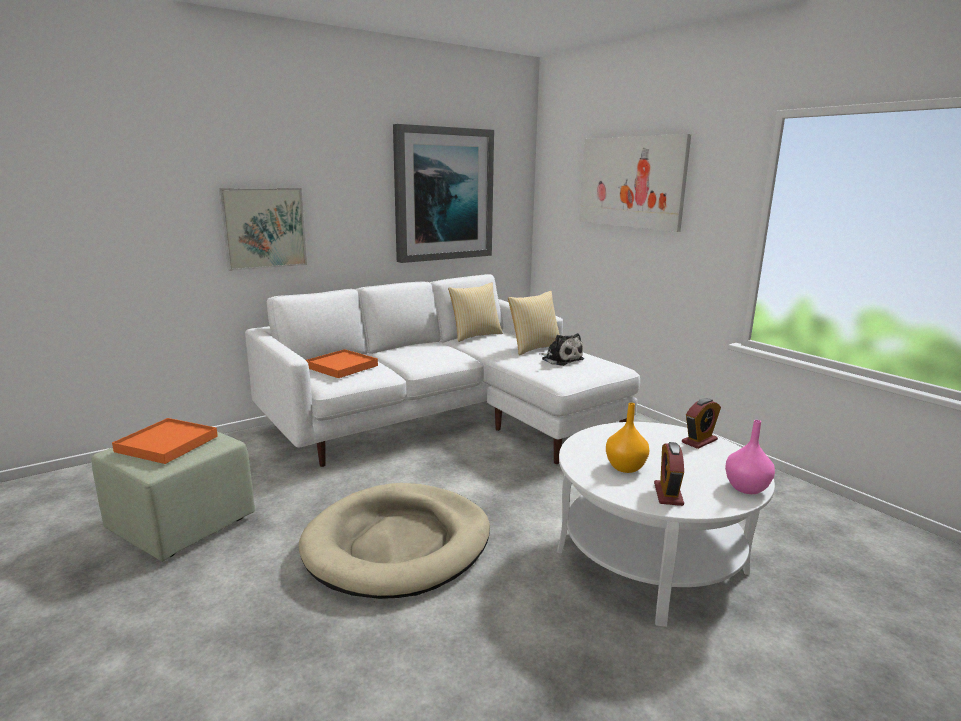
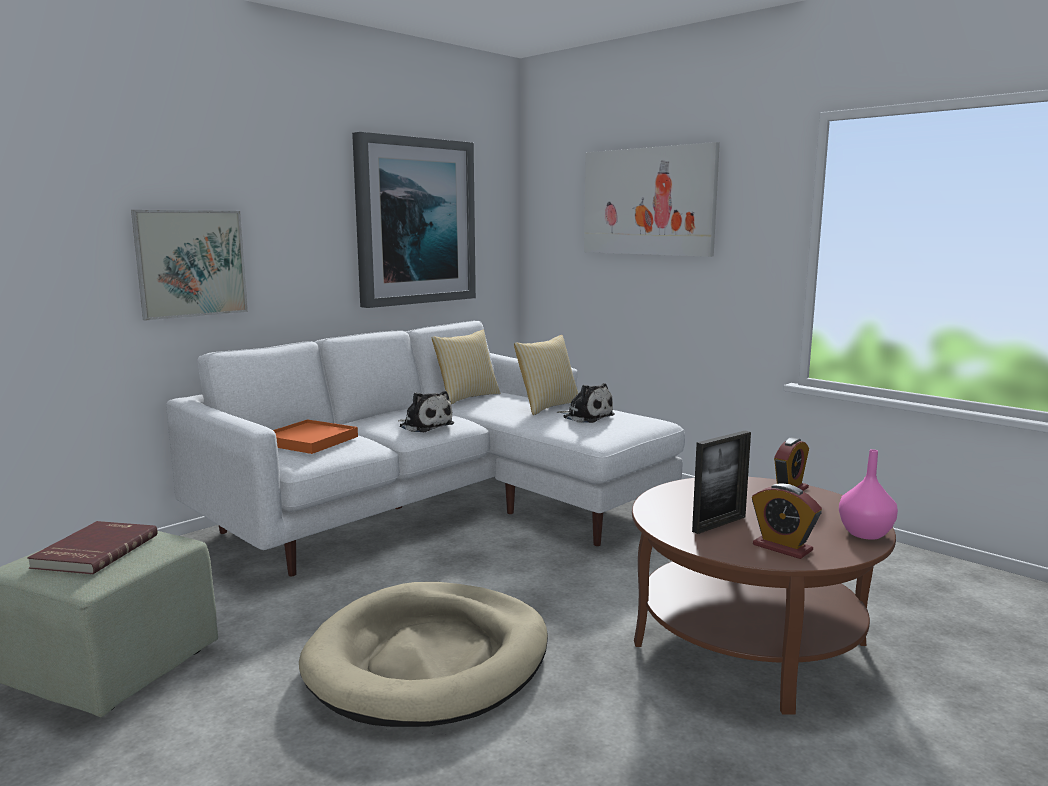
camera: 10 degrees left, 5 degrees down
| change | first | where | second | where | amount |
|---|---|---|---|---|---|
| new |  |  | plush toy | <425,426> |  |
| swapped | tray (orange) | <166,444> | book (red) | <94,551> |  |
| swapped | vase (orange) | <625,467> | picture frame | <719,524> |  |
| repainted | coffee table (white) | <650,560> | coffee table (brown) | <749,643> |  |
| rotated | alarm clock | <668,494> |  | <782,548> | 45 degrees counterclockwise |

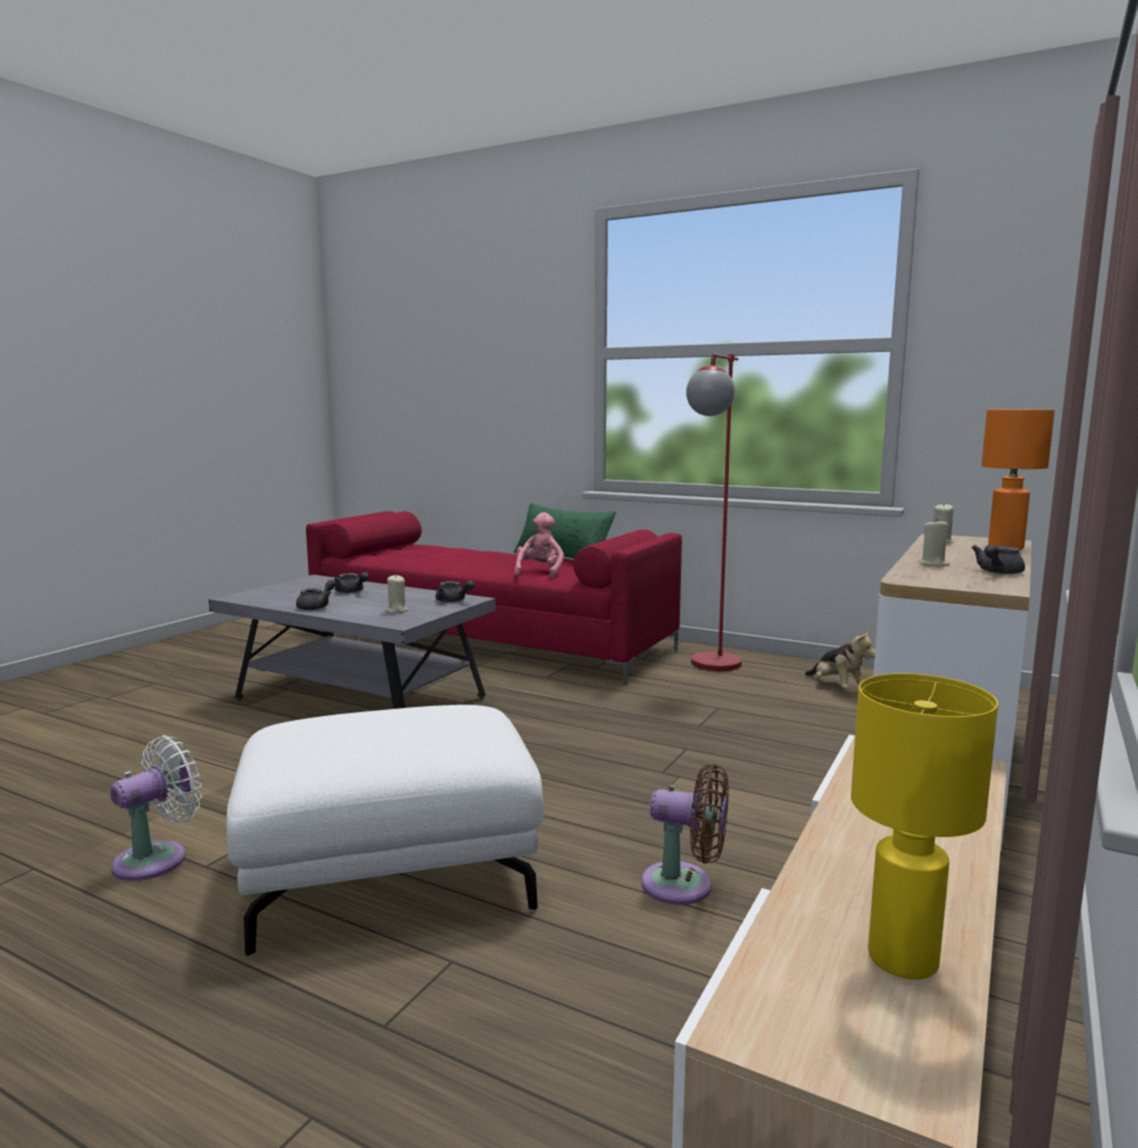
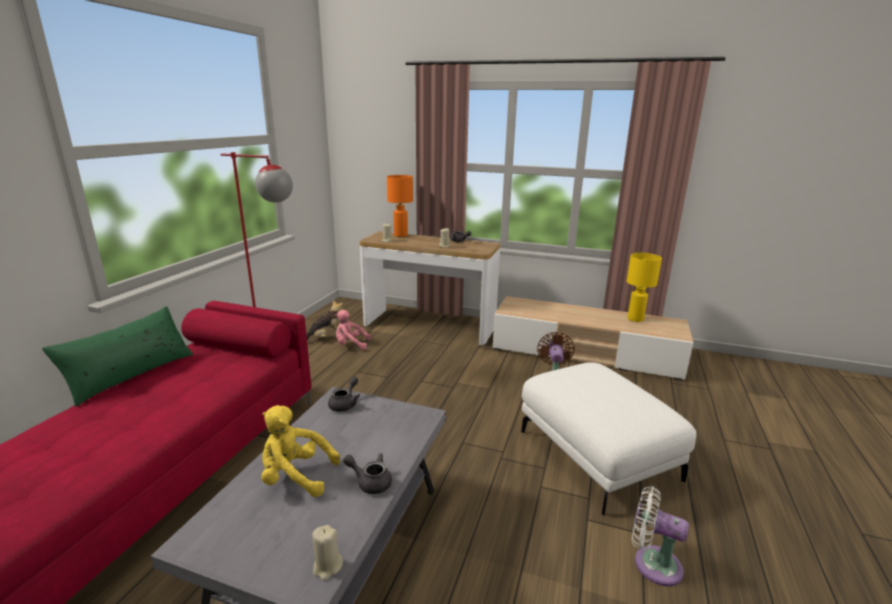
camera: 100 degrees left, 10 degrees up
| change | first | where | second | where | amount |
|---|---|---|---|---|---|
| shifted | candle (beige) | <396,611> |  | <327,567> |  |
| shifted | plush toy (pink) | <540,573> |  | <351,345> |  |
| swapped | teapot (grey) | <351,592> | plush toy (yellow) | <295,477> |  |

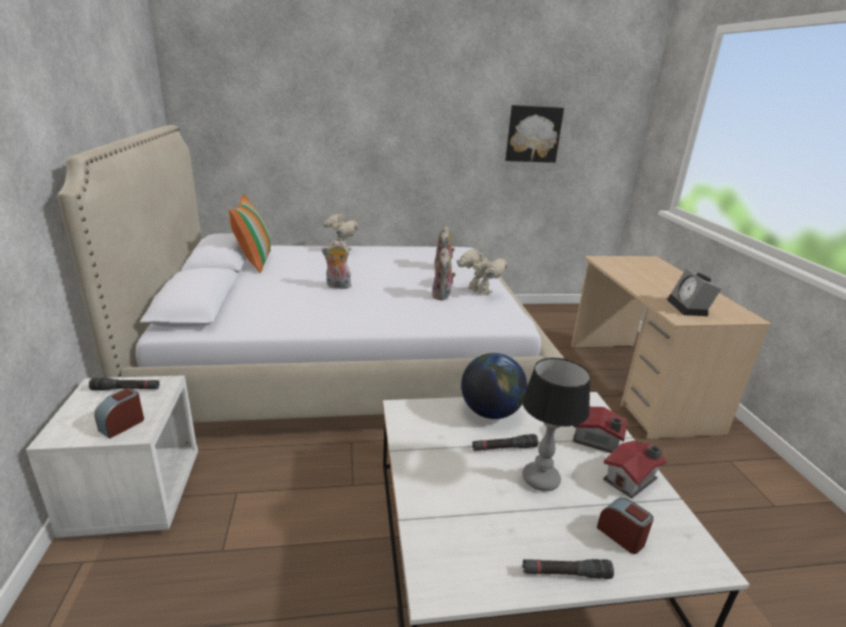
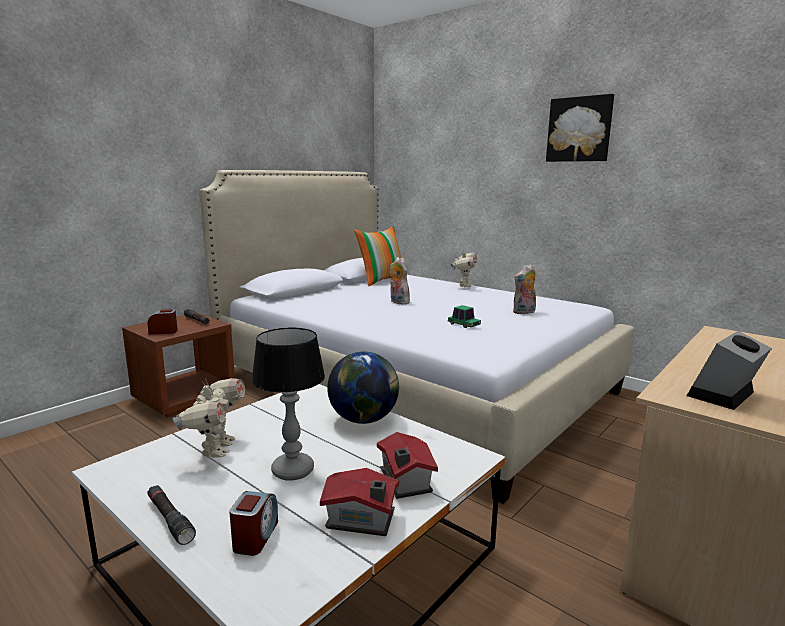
camera: 50 degrees right, 10 degrees down
| change | first | where | second | where | amount |
|---|---|---|---|---|---|
| gone | flashlight (black) | <504,448> |  |  |  |
| shifted | toy robot | <479,292> |  | <216,449> |  |
| shifted | picture | <533,134> |  | <579,129> |  |
| swapped | plush toy | <442,296> | toy car | <463,325> |  |
| repainted | nightstand (white) | <135,495> | nightstand (brown) | <185,397> |  |

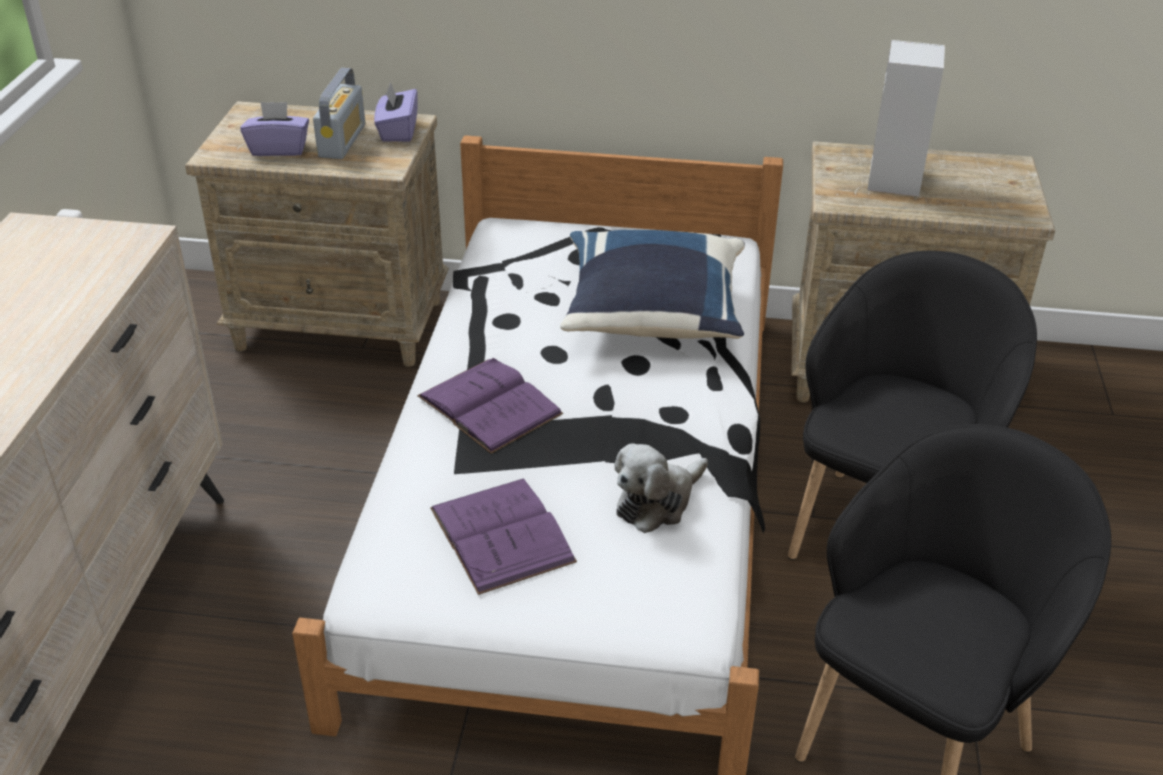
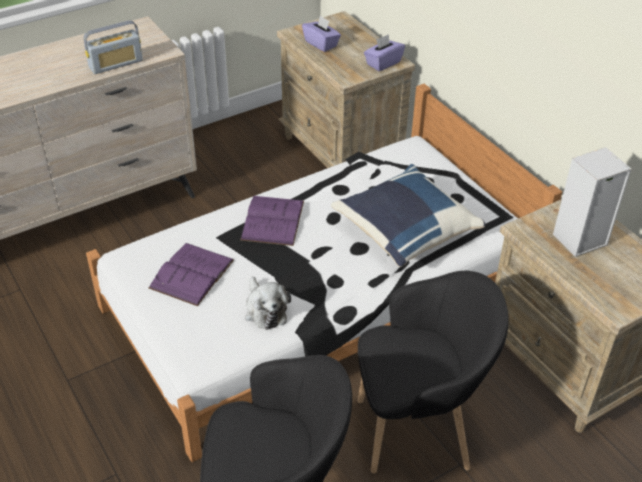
camera: 50 degrees right, 5 degrees up
| change | first | where | second | where | amount |
|---|---|---|---|---|---|
| shifted | radio | <342,141> |  | <116,64> |  |
| rotated | plush toy | <657,502> |  | <265,310> | 120 degrees counterclockwise |

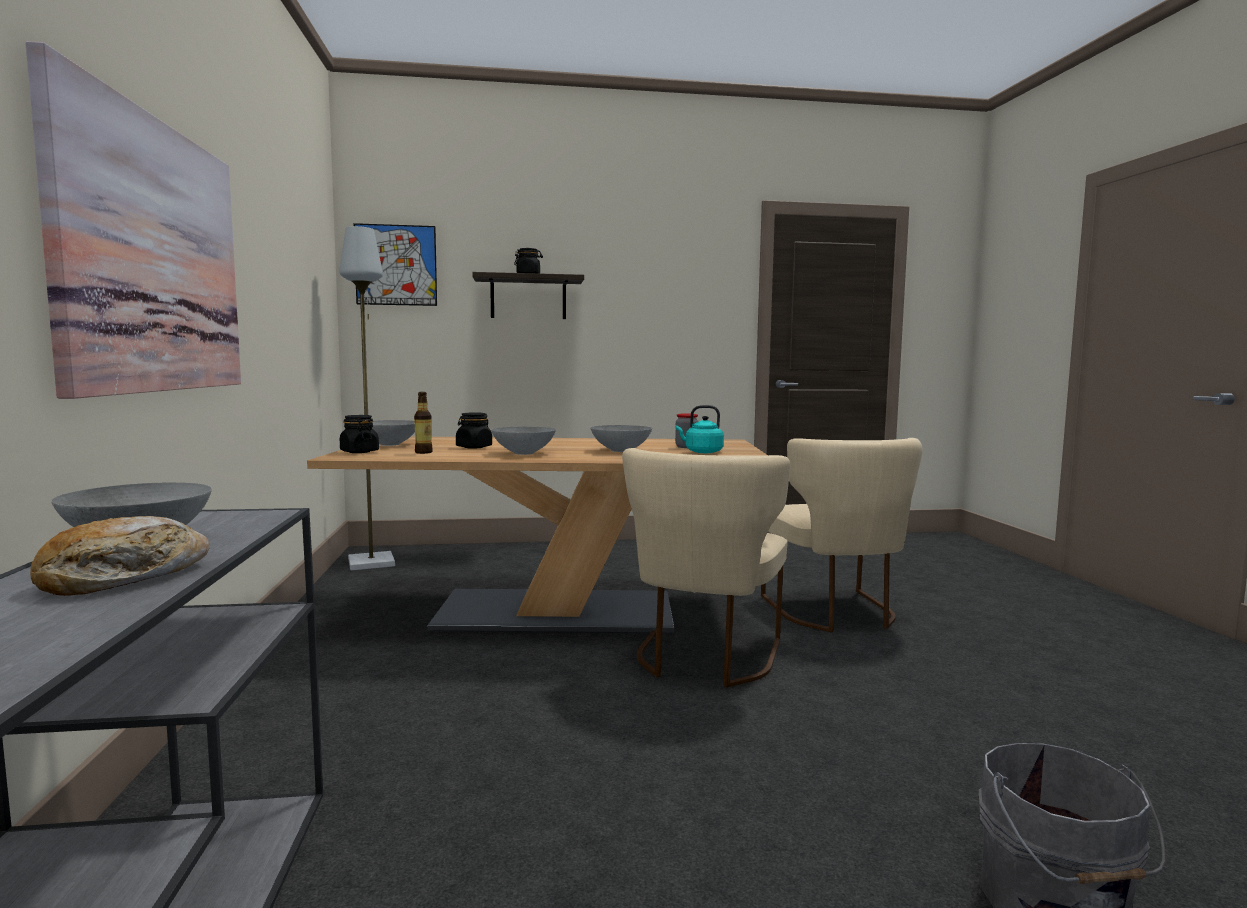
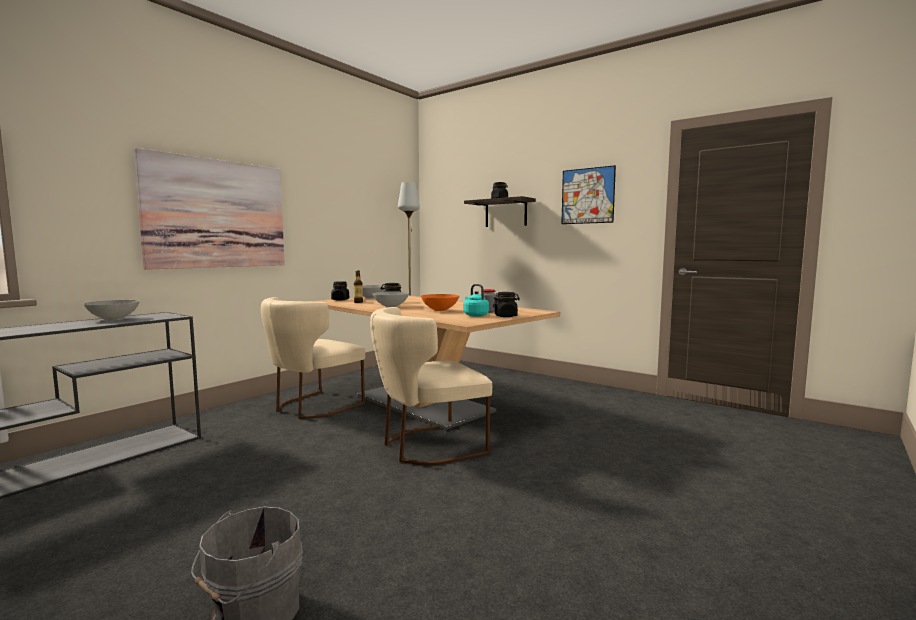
camera: 45 degrees right, 0 degrees up
| change | first | where | second | where | amount |
|---|---|---|---|---|---|
| gone | bread | <124,577> |  |  |  |
| new |  |  | jar (black) | <506,316> |  |
| shifted | picture | <396,265> |  | <587,196> |  |
| shifted | chair (beige) | <836,613> |  | <312,407> |  |
| repainted | bowl (grey) | <621,450> | bowl (orange) | <440,310> |  |

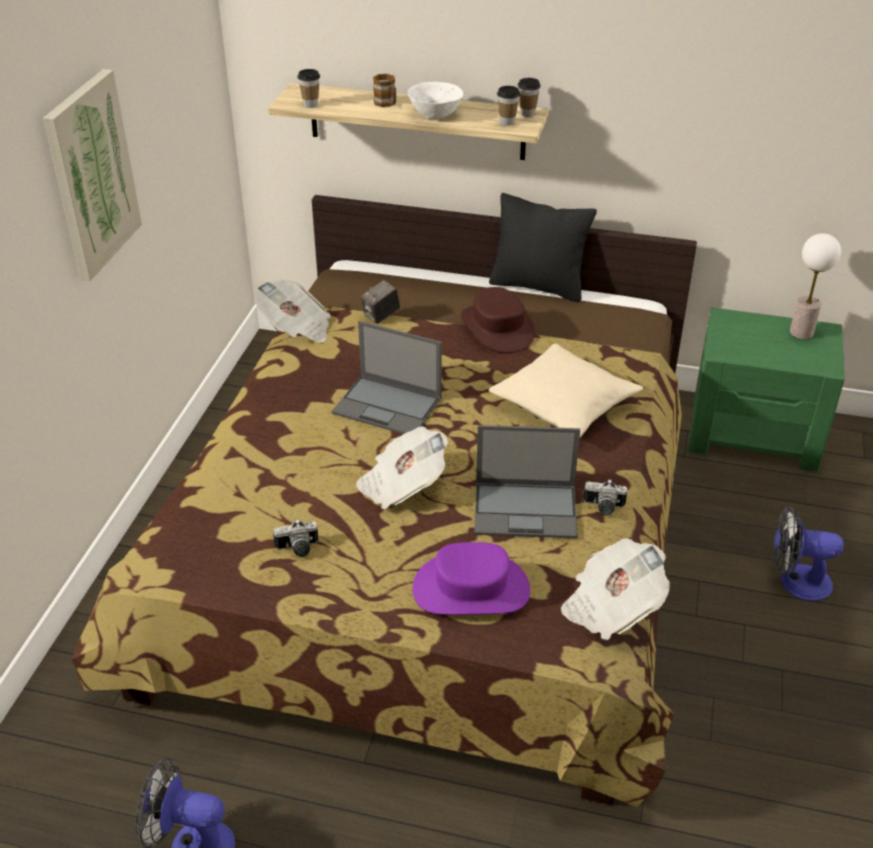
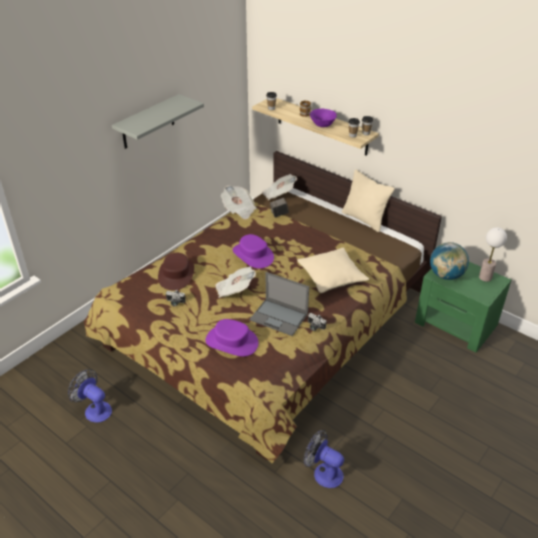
camera: 25 degrees right, 0 degrees up
| change | first | where | second | where | amount |
|---|---|---|---|---|---|
| new |  |  | globe | <446,275> |  |
| shifted | hat (brown) | <498,327> |  | <176,274> |  |
| shifted | newspaper | <611,606> |  | <278,194> |  |
| shifted | fan | <796,581> |  | <323,472> |  |
| swapped | picture | <91,175> | shelf (grey) | <148,122> |  |
| swapped | laptop | <388,406> | hat (purple) | <253,255> |  |
| repainted | bowl (white) | <434,115> | bowl (purple) | <322,125> |  |
| repainted | pillow (black) | <538,286> | pillow (beige) | <364,219> |  |

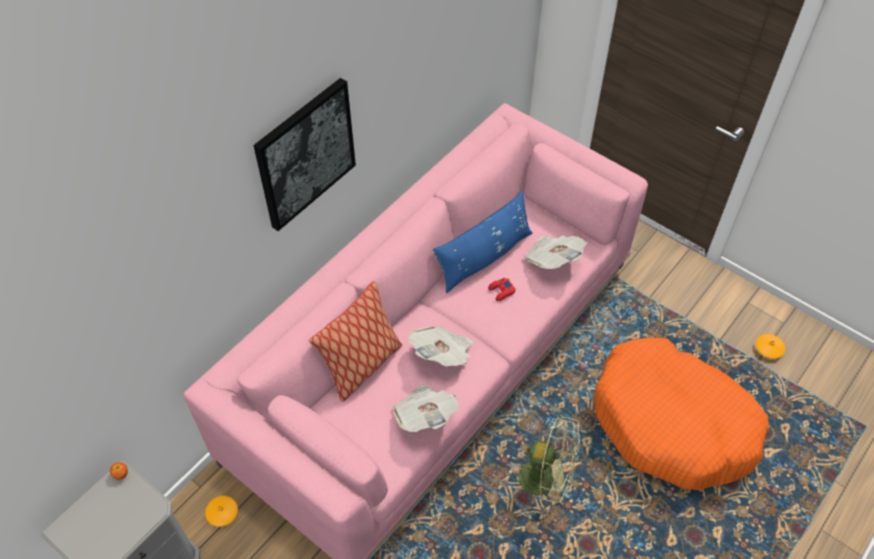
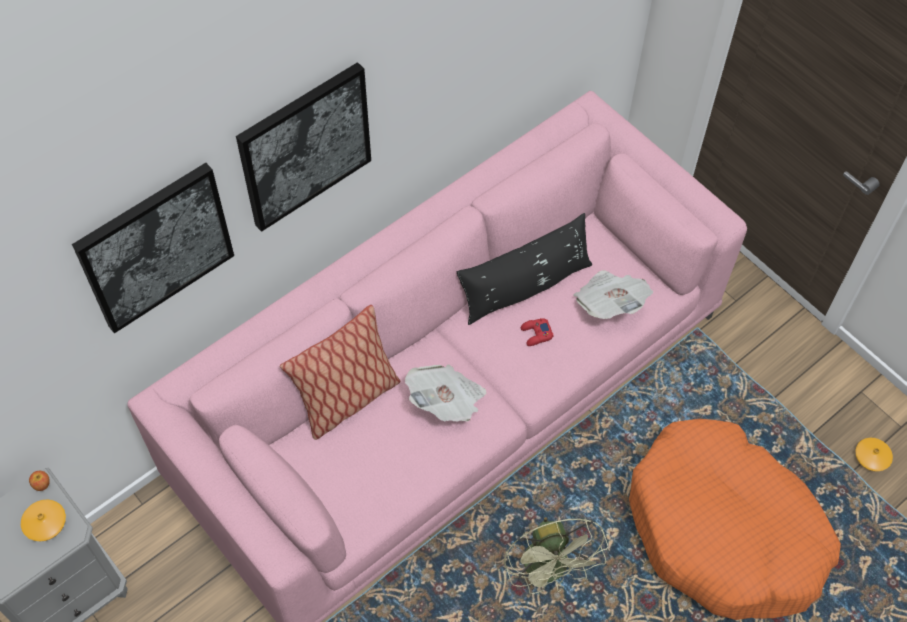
camera: 10 degrees right, 5 degrees up
| change | first | where | second | where | amount |
|---|---|---|---|---|---|
| gone | newspaper | <425,415> |  |  |  |
| new |  |  | picture | <155,246> |  |
| shifted | vase (orange) | <222,513> |  | <45,523> |  |
| repainted | pillow (blue) | <484,257> | pillow (black) | <525,287> |  |
| rotated | fan (green) | <545,480> |  | <550,571> | 45 degrees clockwise |

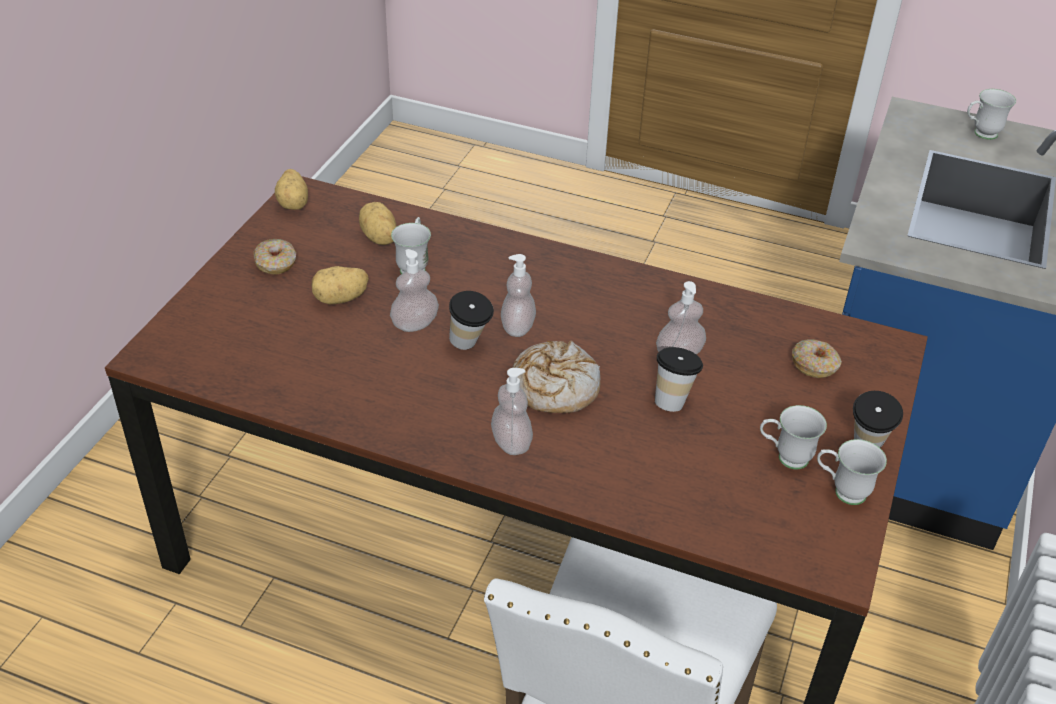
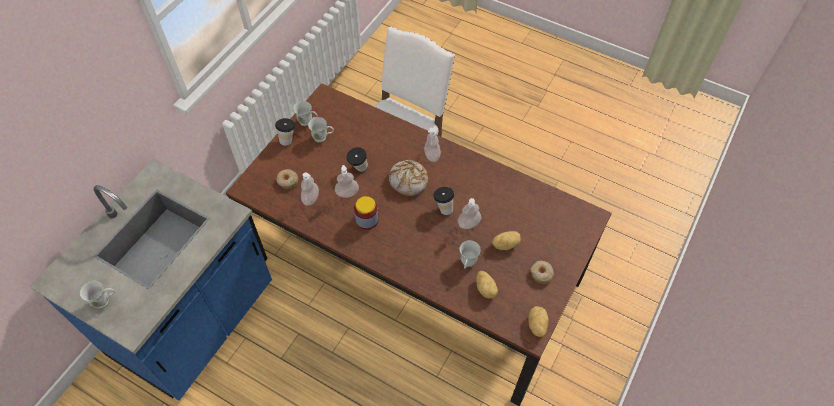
camera: 170 degrees left, 15 degrees up
| change | first | where | second | where | amount |
|---|---|---|---|---|---|
| new |  |  | jar | <367,220> |  |
| shifted | soap dispenser | <517,327> |  | <311,198> |  |

